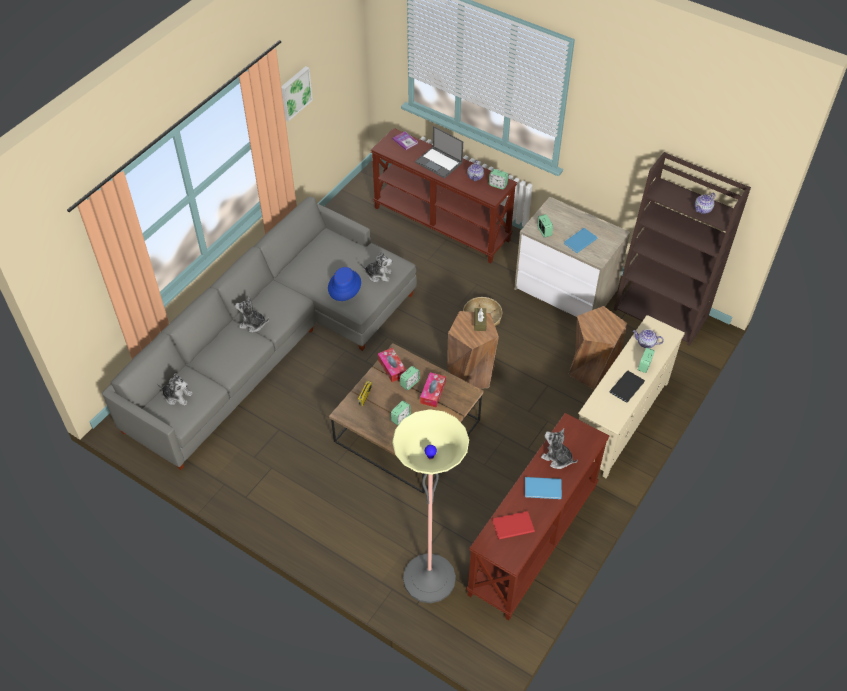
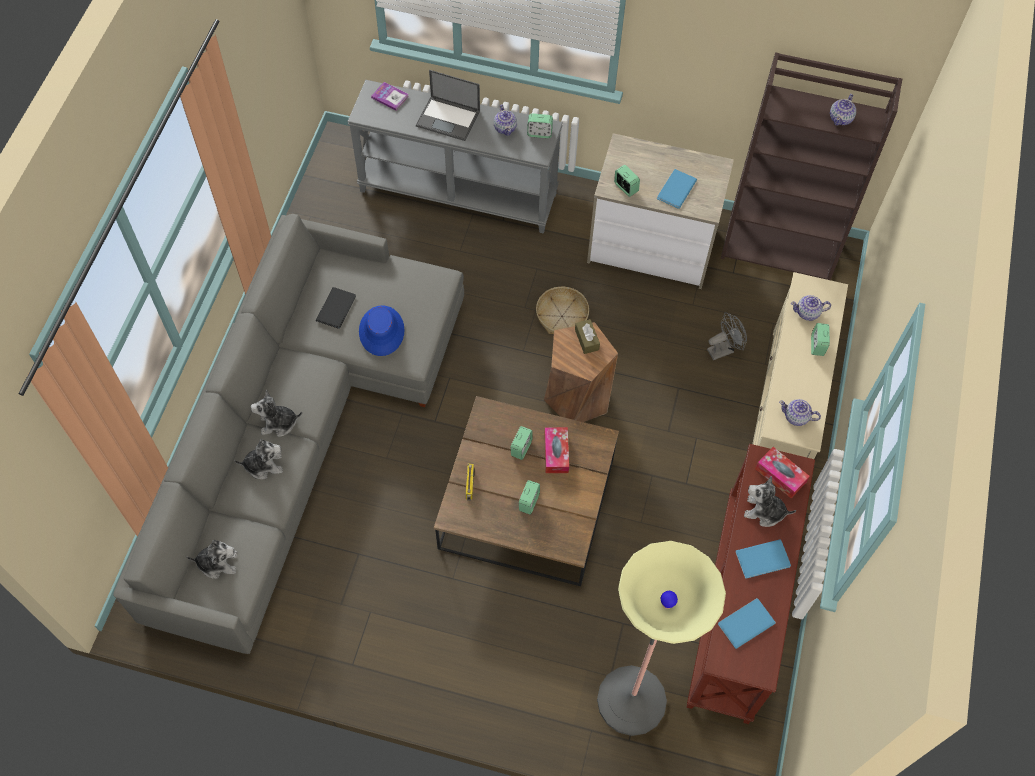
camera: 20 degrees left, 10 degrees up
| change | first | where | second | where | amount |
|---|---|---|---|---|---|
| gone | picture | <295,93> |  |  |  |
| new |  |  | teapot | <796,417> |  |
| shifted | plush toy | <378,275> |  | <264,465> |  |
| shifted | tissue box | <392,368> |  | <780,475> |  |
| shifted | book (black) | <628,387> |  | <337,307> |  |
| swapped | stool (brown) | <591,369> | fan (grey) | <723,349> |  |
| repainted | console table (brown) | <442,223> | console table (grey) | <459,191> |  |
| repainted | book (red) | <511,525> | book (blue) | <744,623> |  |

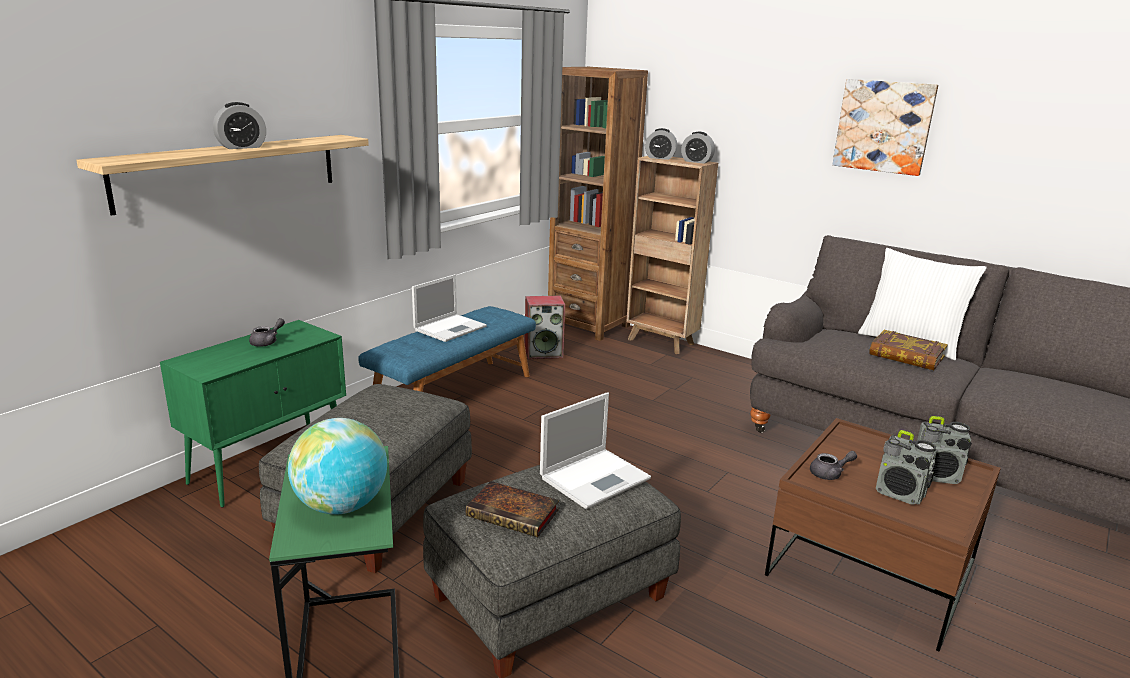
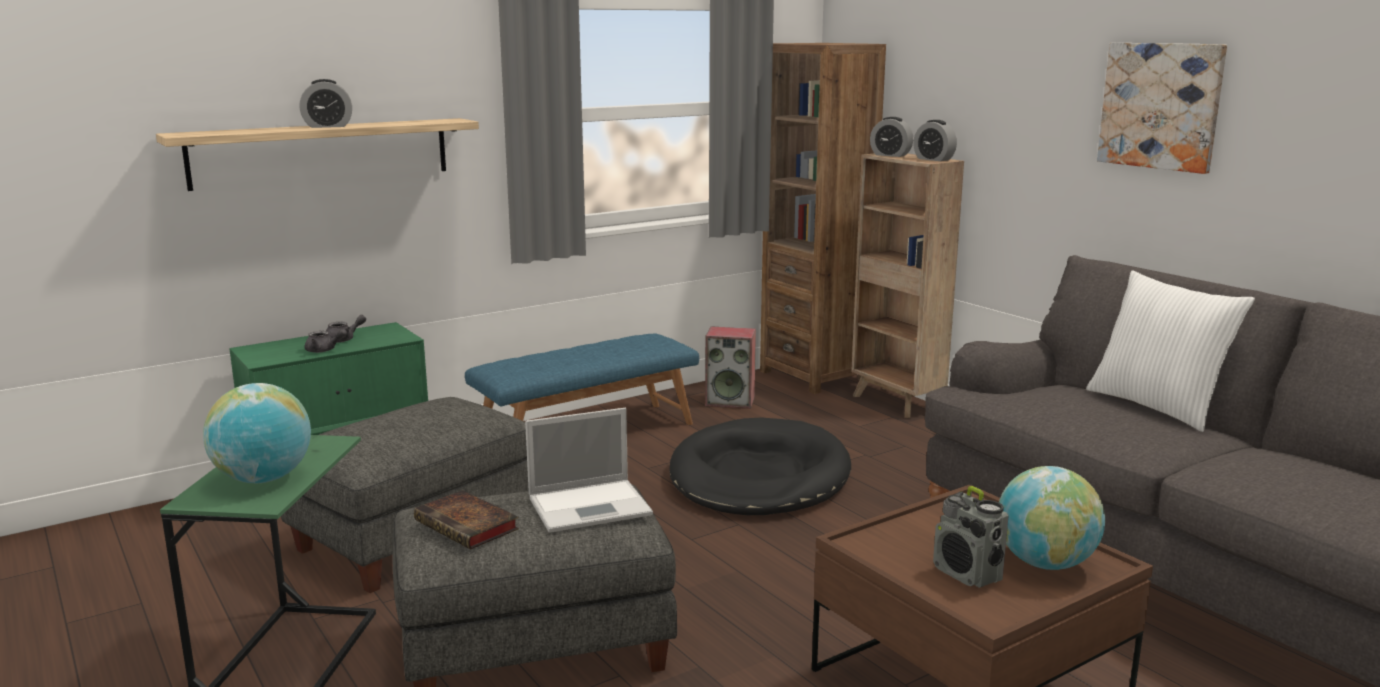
camera: 20 degrees right, 5 degrees down
| change | first | where | second | where | amount |
|---|---|---|---|---|---|
| gone | laptop | <451,328> |  |  |  |
| gone | book | <906,356> |  |  |  |
| new |  |  | dog bed (black) | <759,476> |  |
| shifted | teapot (grey) | <830,474> |  | <324,350> |  |
| swapped | radio | <936,476> | globe | <1045,563> |  |

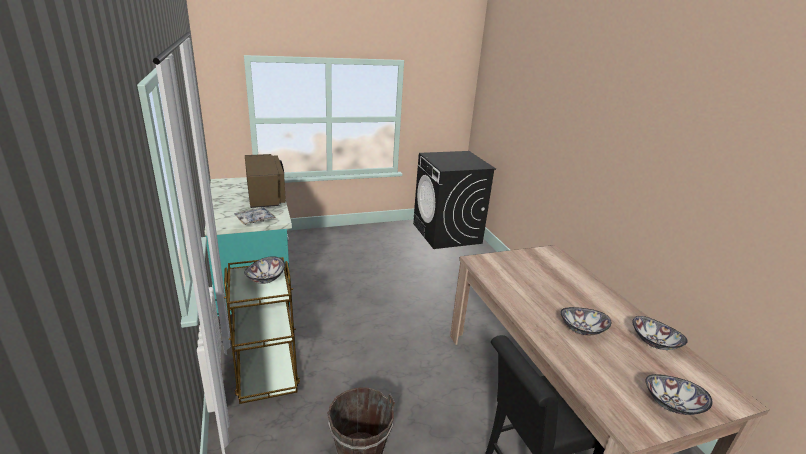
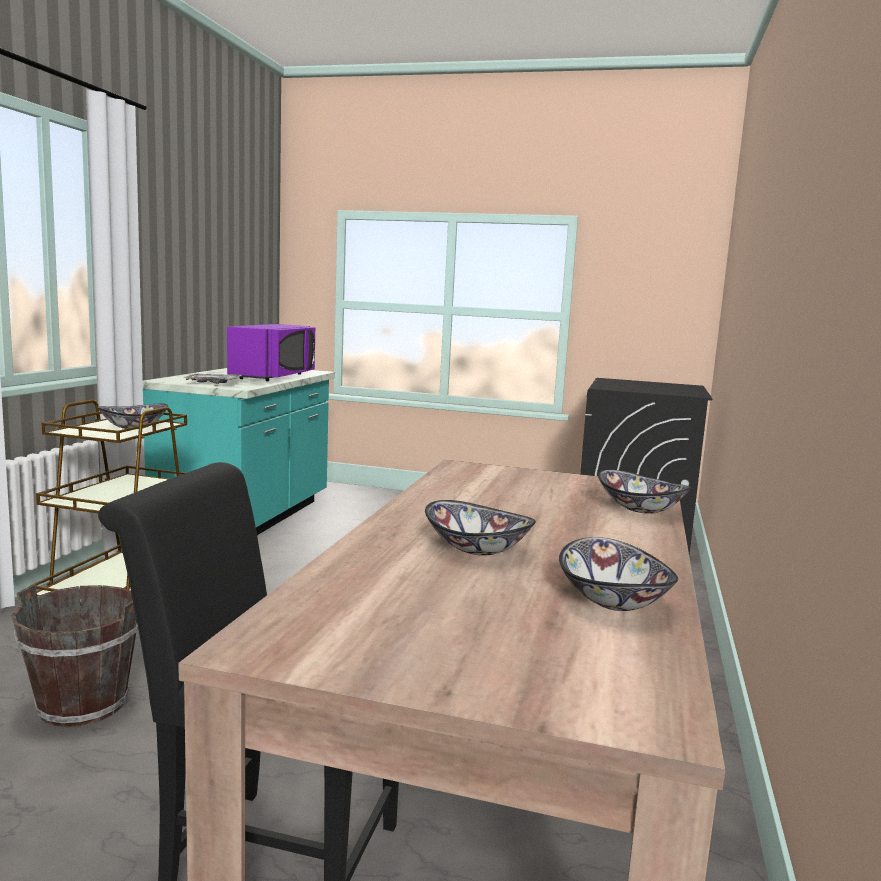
camera: 35 degrees right, 15 degrees down
| change | first | where | second | where | amount |
|---|---|---|---|---|---|
| shifted | bowl | <671,404> |  | <641,509> |  |
| repainted | microwave (brown) | <266,196> | microwave (purple) | <275,377> |  |

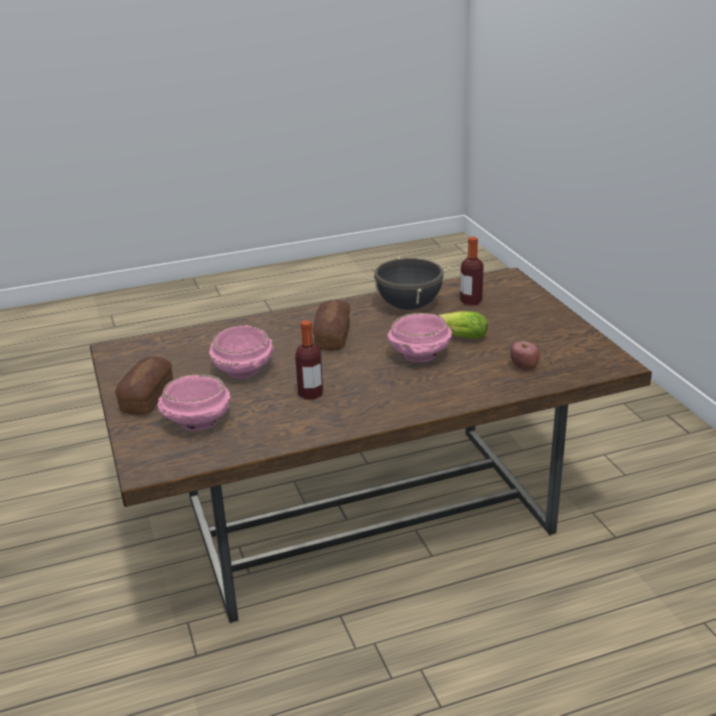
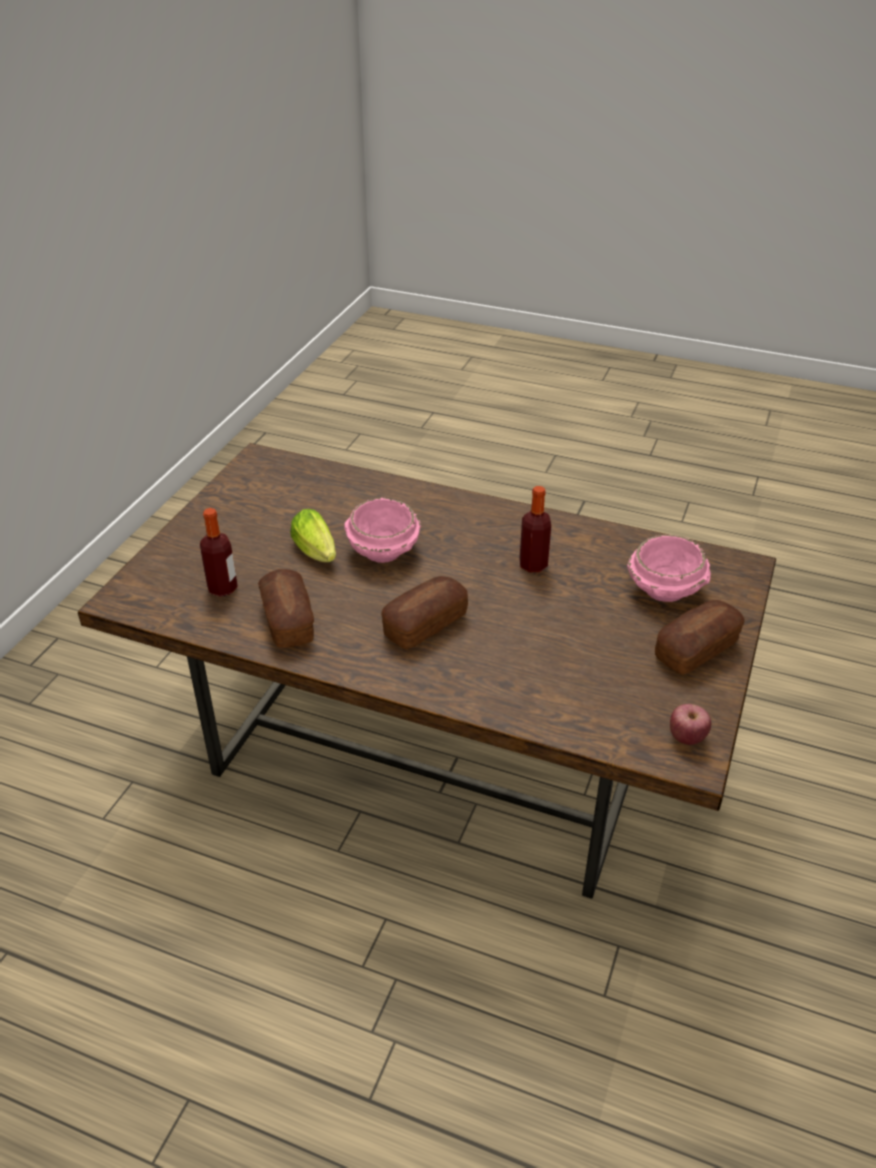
camera: 140 degrees left, 10 degrees up
| change | first | where | second | where | amount |
|---|---|---|---|---|---|
| gone | bowl (pink) | <244,370> |  |  |  |
| shifted | apple | <524,367> |  | <687,737> |  |
| swapped | cooking pot (black) | <409,306> | bread | <288,621> |  |

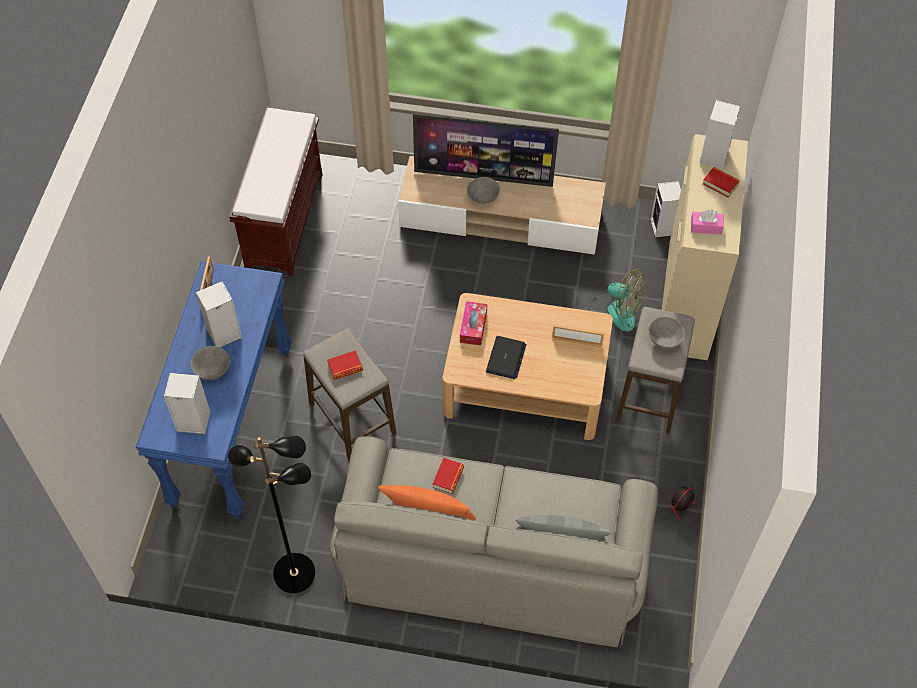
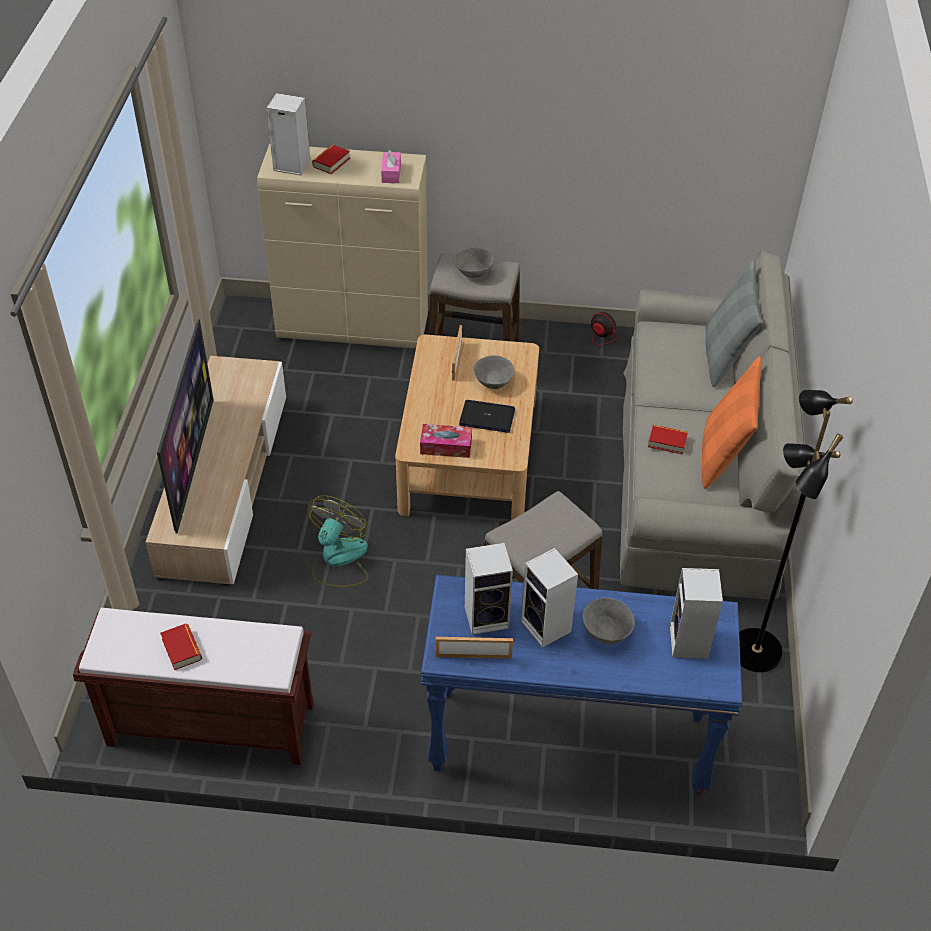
camera: 95 degrees left, 10 degrees down
| change | first | where | second | where | amount |
|---|---|---|---|---|---|
| shifted | book | <345,367> |  | <182,649> |  |
| shifted | bowl (grey) | <483,197> |  | <492,382> |  |
| shifted | fan | <613,312> |  | <339,560> |  |
| shifted | speaker | <663,228> |  | <488,616> |  |

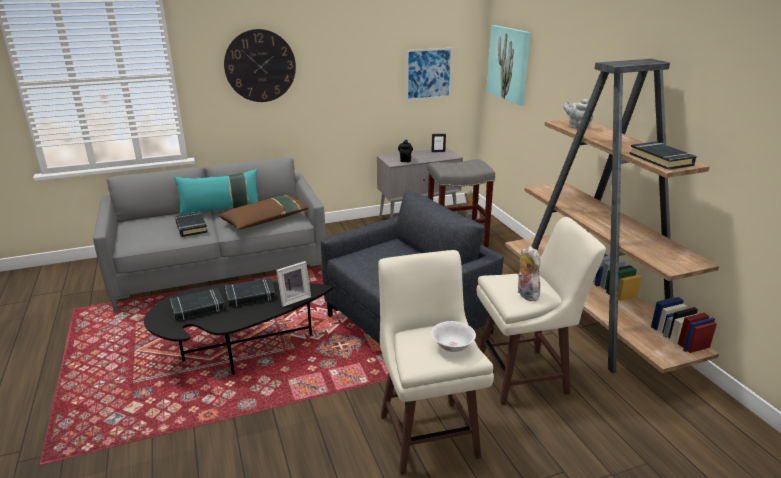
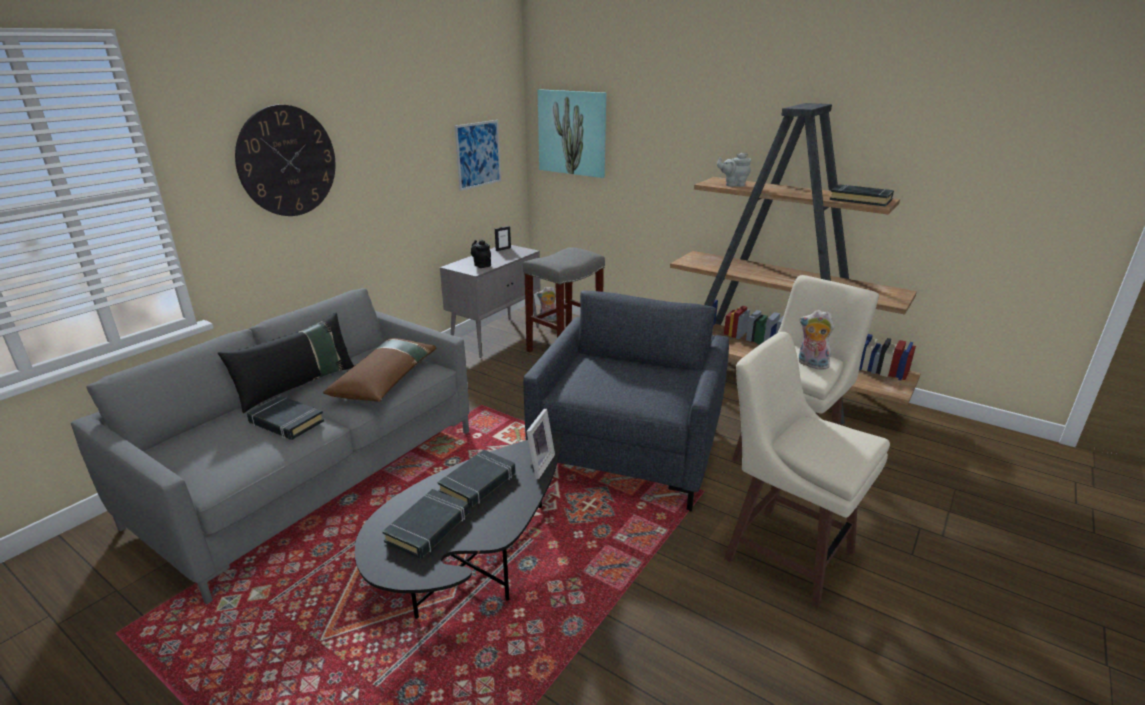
camera: 35 degrees left, 0 degrees up
| change | first | where | second | where | amount |
|---|---|---|---|---|---|
| gone | bowl (white) | <453,347> |  |  |  |
| repainted | pillow (turquoise) | <221,209> | pillow (black) | <297,385> |  |

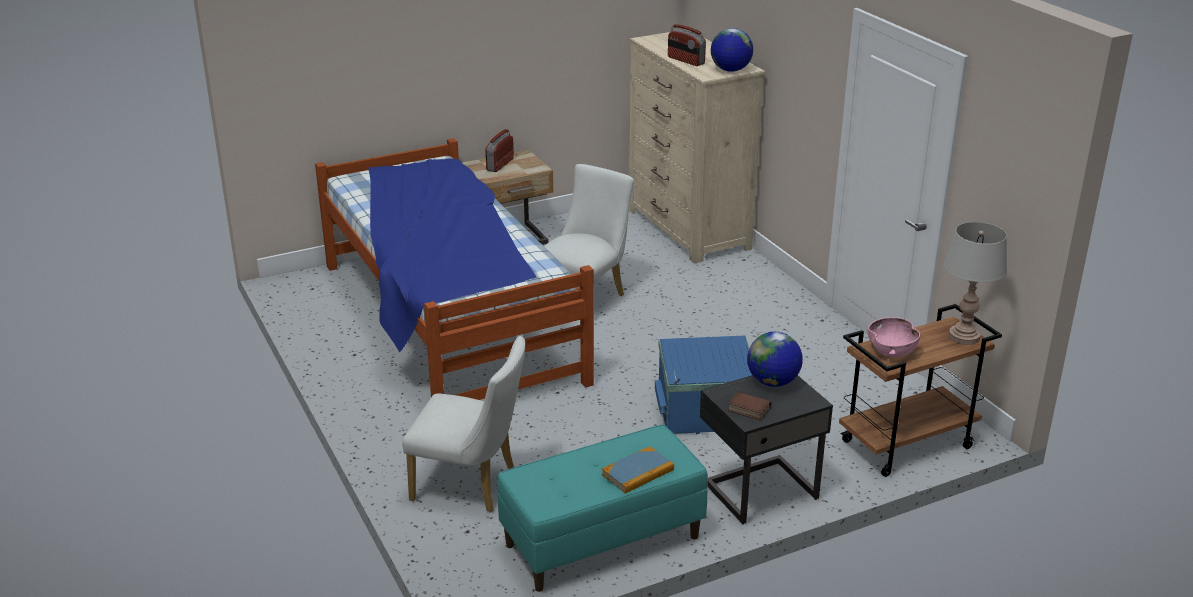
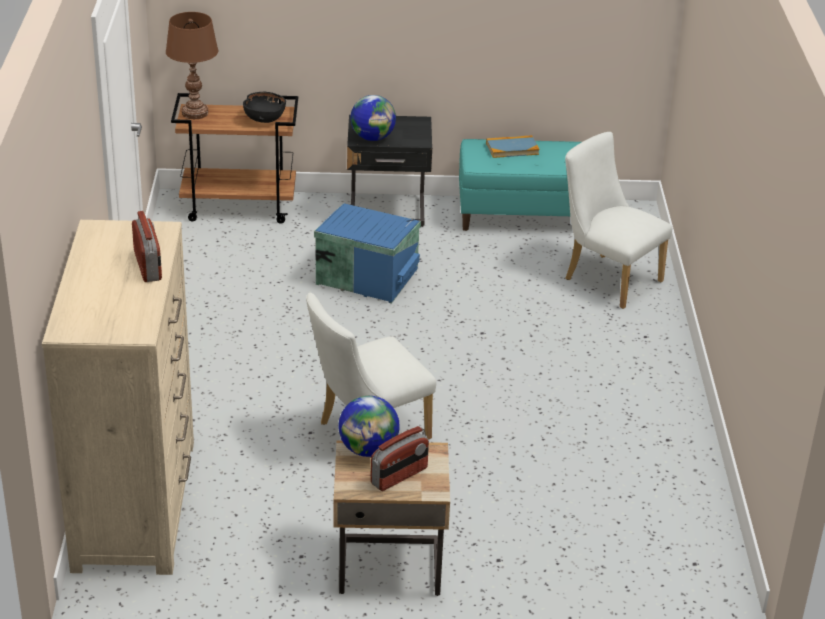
camera: 155 degrees left, 5 degrees up
| change | first | where | second | where | amount |
|---|---|---|---|---|---|
| gone | bed | <448,322> |  |  |  |
| gone | book | <748,409> |  |  |  |
| shifted | globe | <730,70> |  | <368,450> |  |
| repainted | bowl (pink) | <892,351> | bowl (black) | <264,119> |  |
| repainted | table lamp (grey) | <964,337> | table lamp (brown) | <195,113> |  |

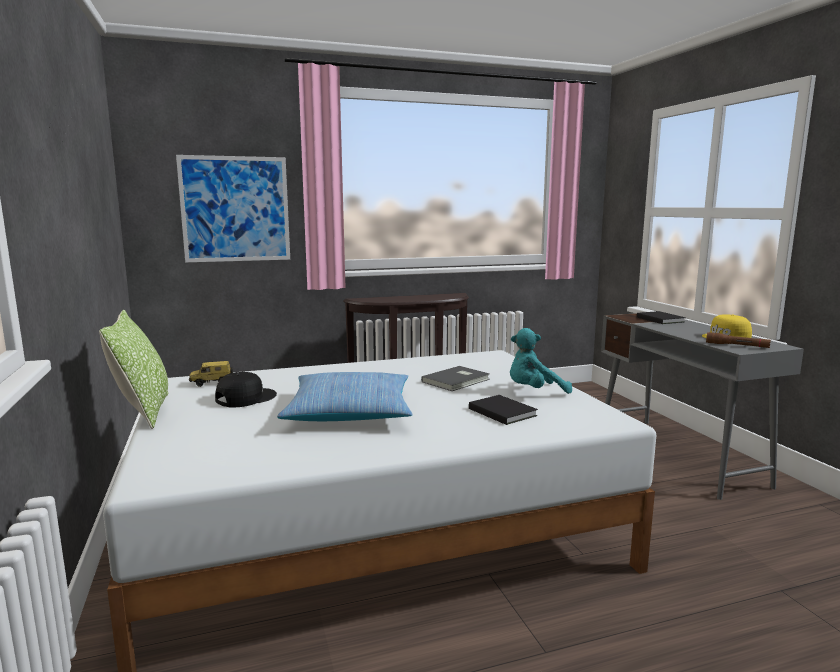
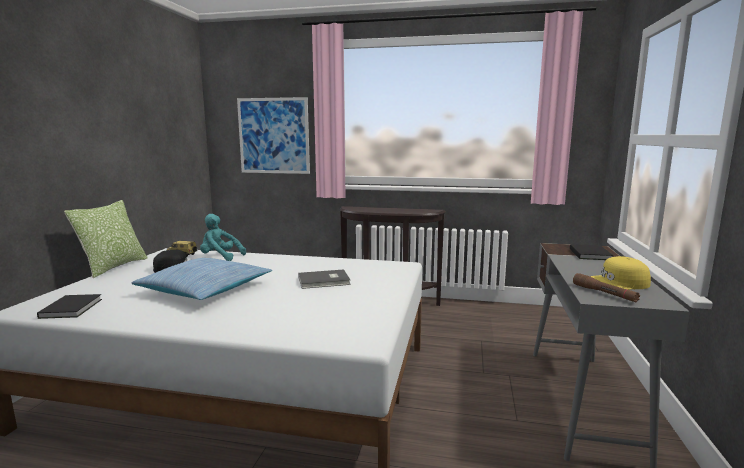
camera: 30 degrees right, 0 degrees up
| change | first | where | second | where | amount |
|---|---|---|---|---|---|
| shifted | book (black) | <502,411> |  | <73,308> |  |
| shifted | plush toy (turquoise) | <534,391> |  | <220,257> |  |

